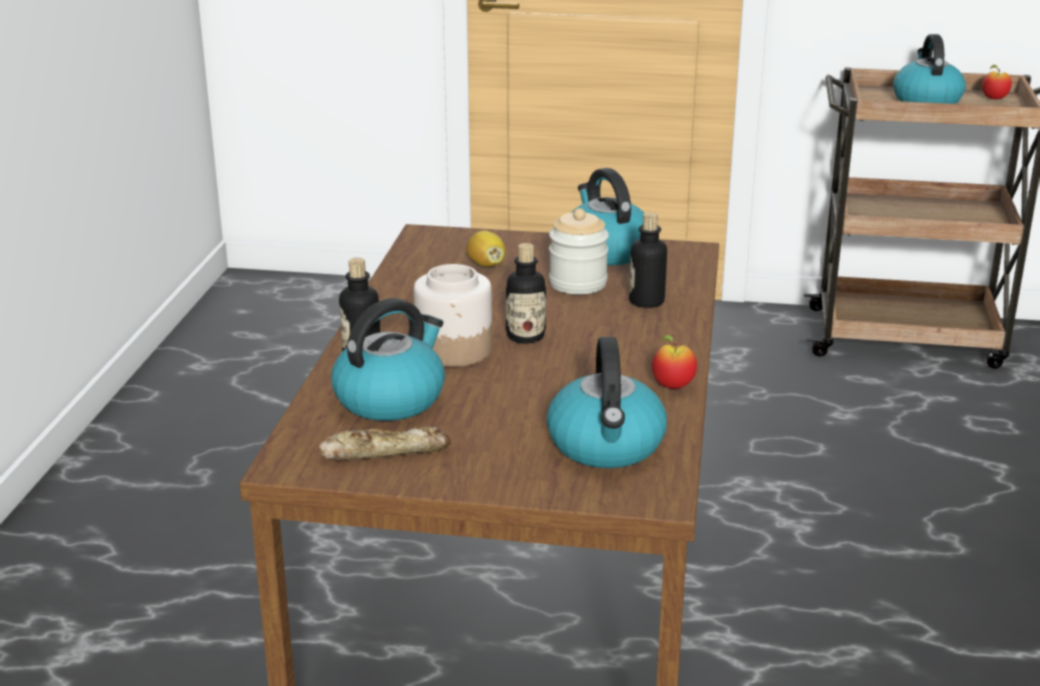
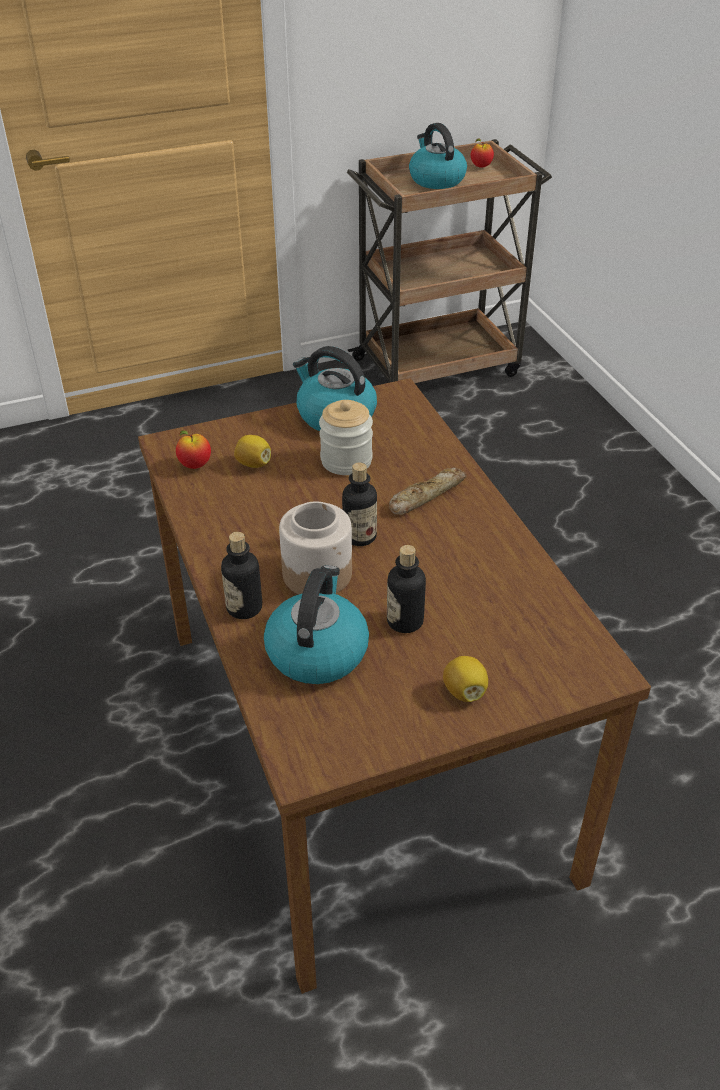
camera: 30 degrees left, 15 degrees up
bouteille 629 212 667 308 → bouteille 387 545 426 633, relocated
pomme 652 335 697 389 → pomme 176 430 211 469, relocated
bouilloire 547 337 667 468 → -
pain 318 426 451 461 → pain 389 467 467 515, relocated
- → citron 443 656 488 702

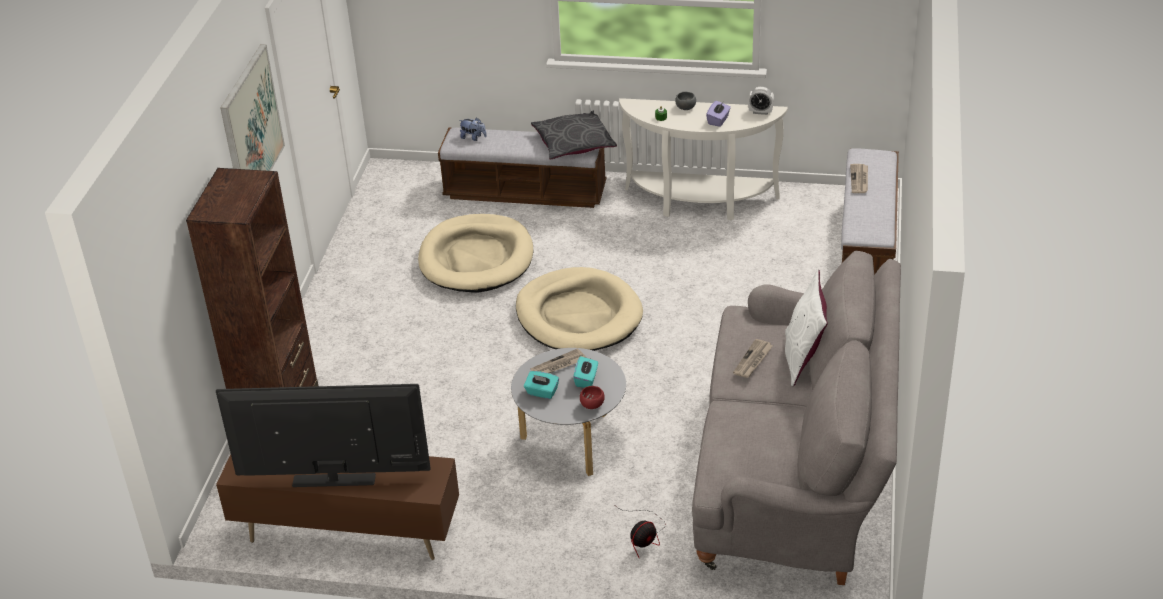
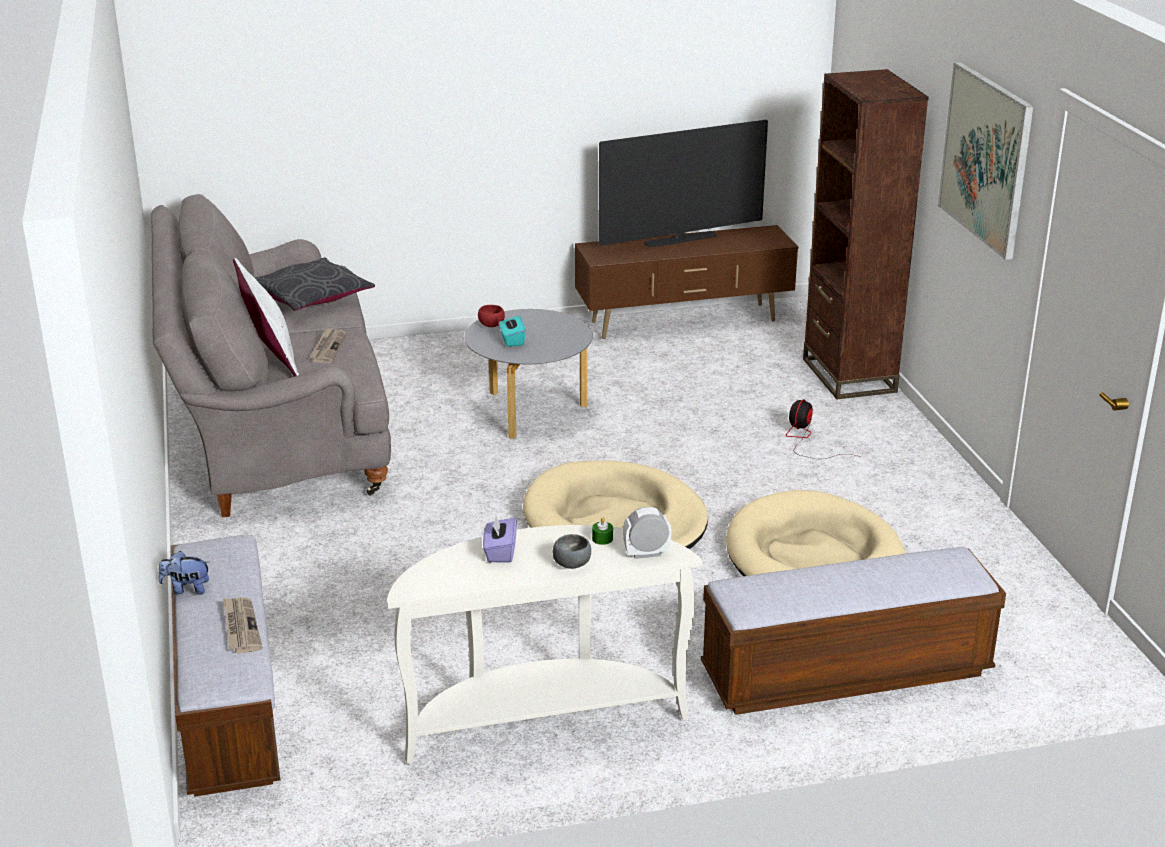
camera: 155 degrees right, 10 degrees down
réveil 748 87 774 115 → réveil 623 507 672 559, relocated
coussin (gris) 531 110 617 160 → coussin (gris) 254 257 375 311, relocated
peluche 460 117 487 141 → peluche 158 551 209 595, relocated
journal 531 348 586 373 → -
boîte à mouchoirs (turquoise) 524 371 559 399 → -
ventilateur 617 507 666 559 → ventilateur 786 399 861 459, relocated

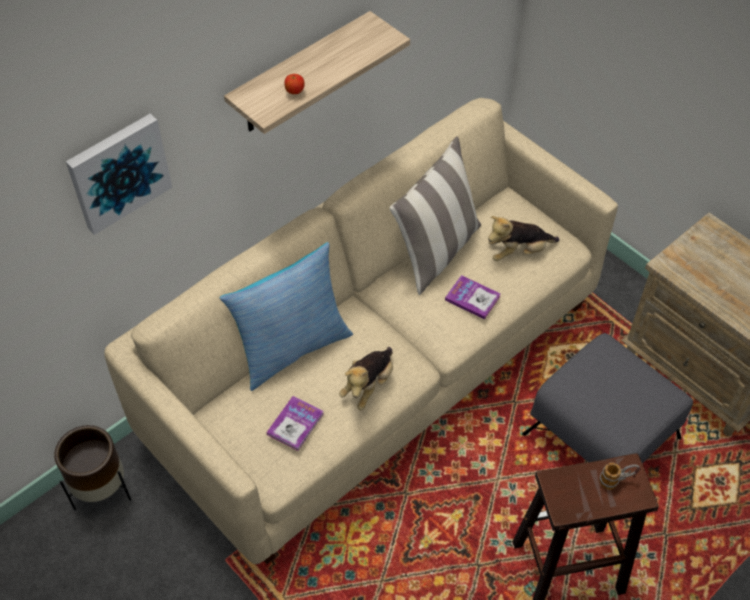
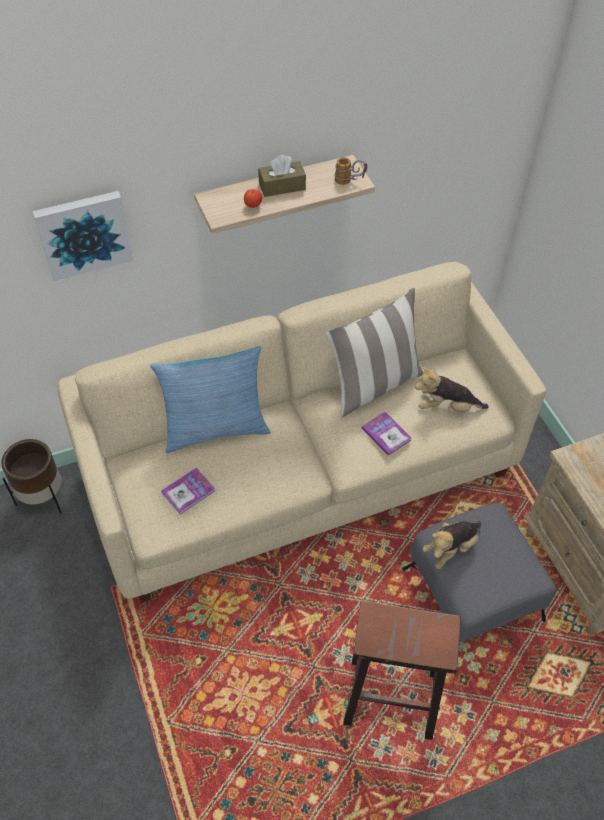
camera: 20 degrees right, 0 degrees up
peluche 339 347 393 410 → peluche 423 520 481 569, relocated
mug 599 462 641 490 → mug 335 157 368 185, relocated
- → boîte à mouchoirs (marron) 258 155 306 197

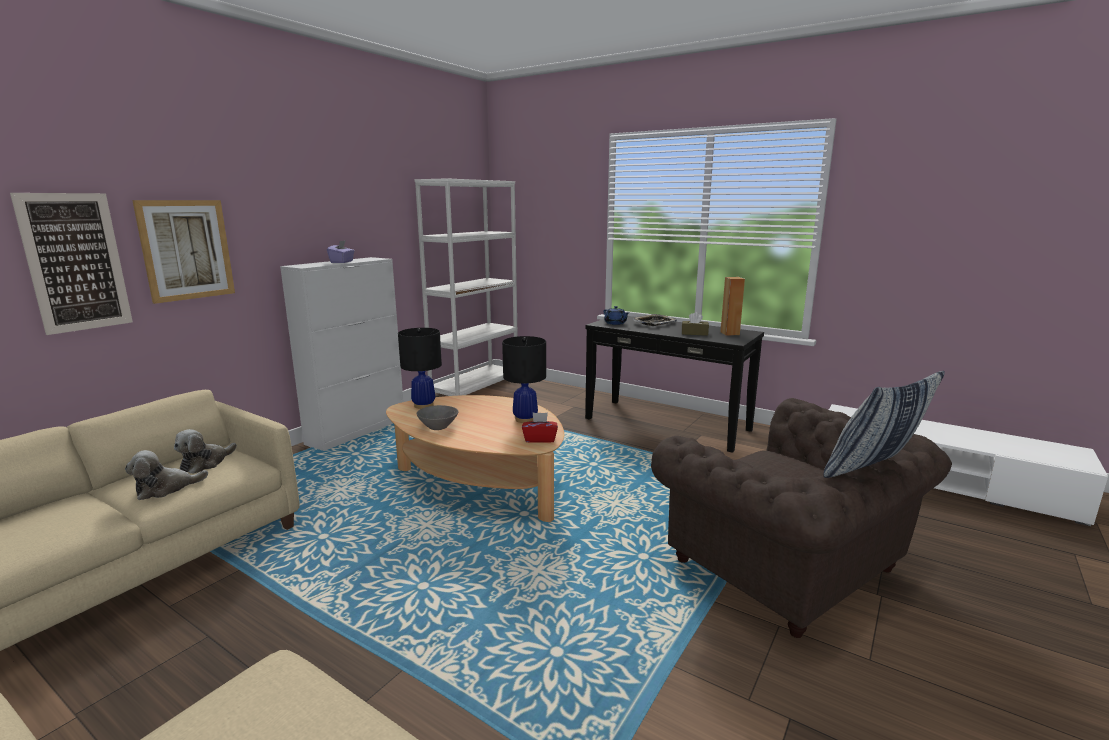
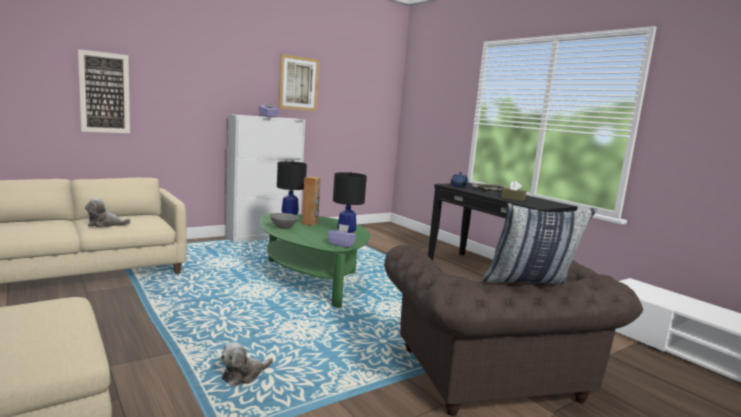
camera: 20 degrees right, 5 degrees down
bibliothèque (blanc) 414 178 518 396 → -
tableau 132 200 235 304 → tableau 279 54 320 111, relocated
enceinte (marron) 720 277 745 336 → enceinte (marron) 302 176 321 226, relocated
table basse (beige) 386 395 564 522 → table basse (vert) 260 213 370 308
boîte à mouchoirs (rouge) 522 413 558 443 → boîte à mouchoirs (violet) 328 224 357 248
peluche 174 429 237 473 → peluche 220 342 273 386, relocated

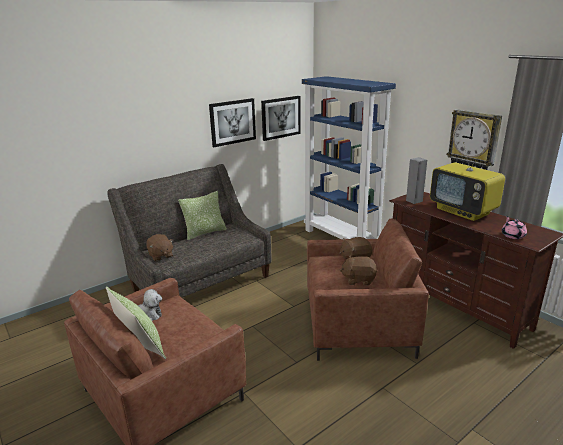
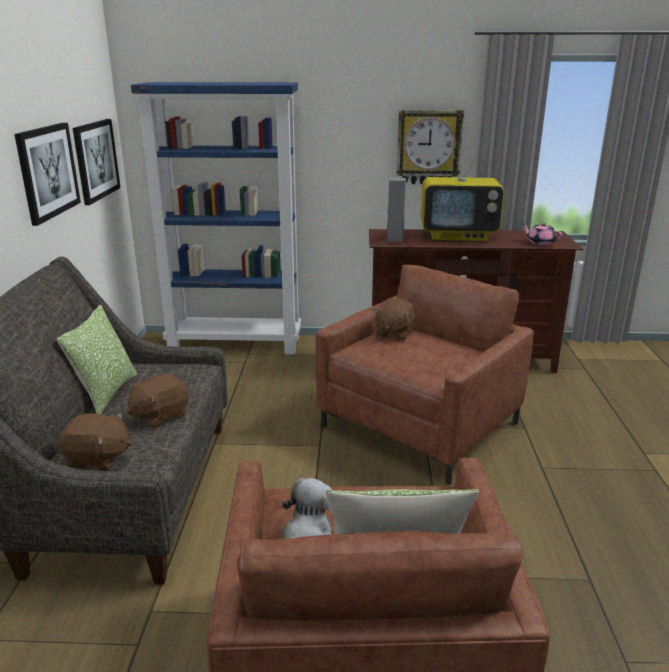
camera: 50 degrees left, 0 degrees up
peluche (marron) 340 255 377 285 → peluche (marron) 127 374 189 428, relocated

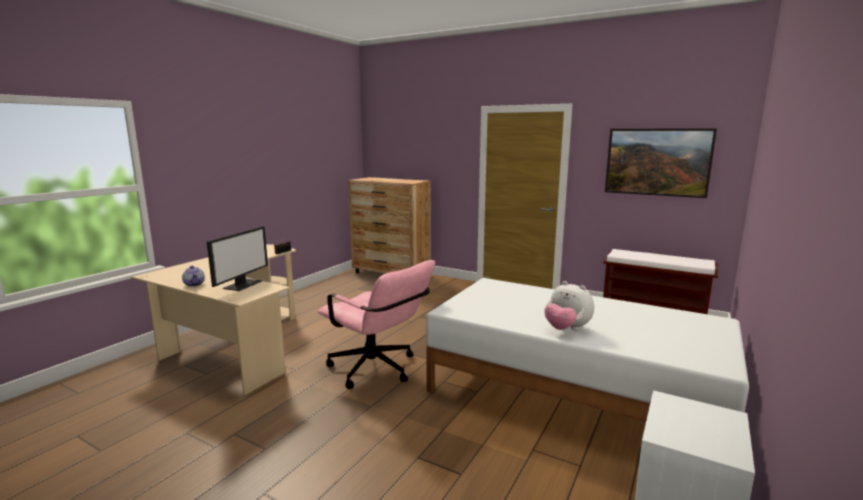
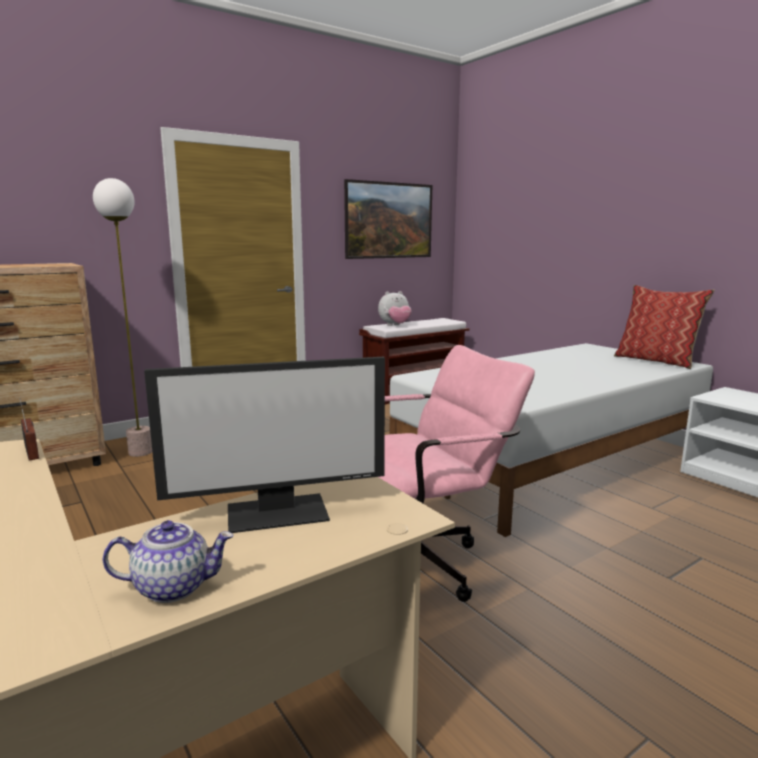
camera: 65 degrees left, 0 degrees up
écran d'ordinateur 207 226 268 291 → écran d'ordinateur 144 357 385 533, 120 degrees clockwise
peluche 544 281 594 330 → peluche 378 291 411 326, relocated
- → lampadaire 93 178 152 457
- → coussin 614 285 715 369

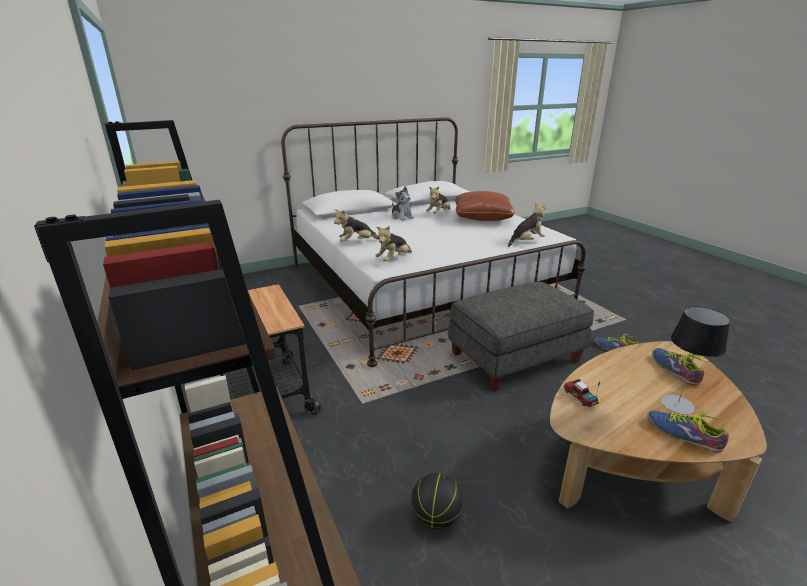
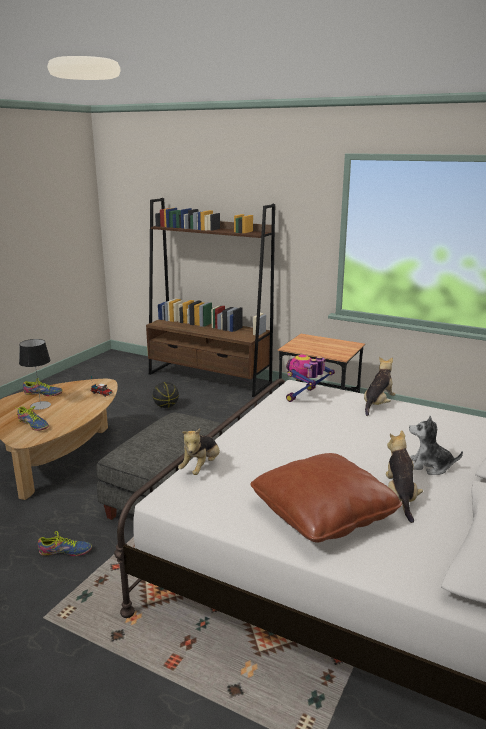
camera: 145 degrees right, 5 degrees down
peluche 375 226 412 261 → robot jouet 286 355 335 402

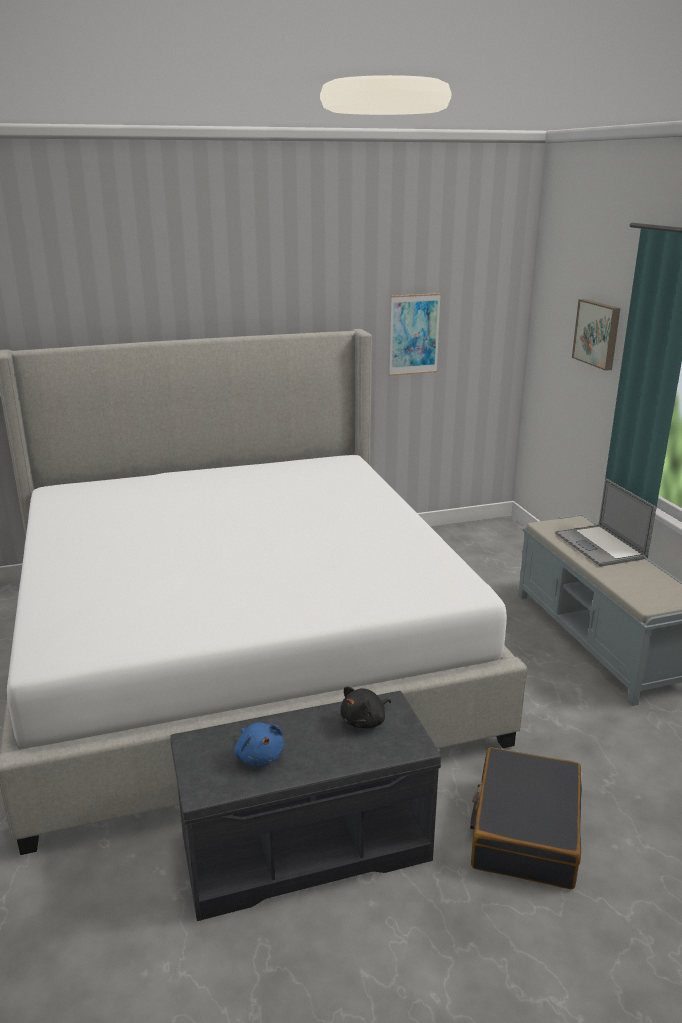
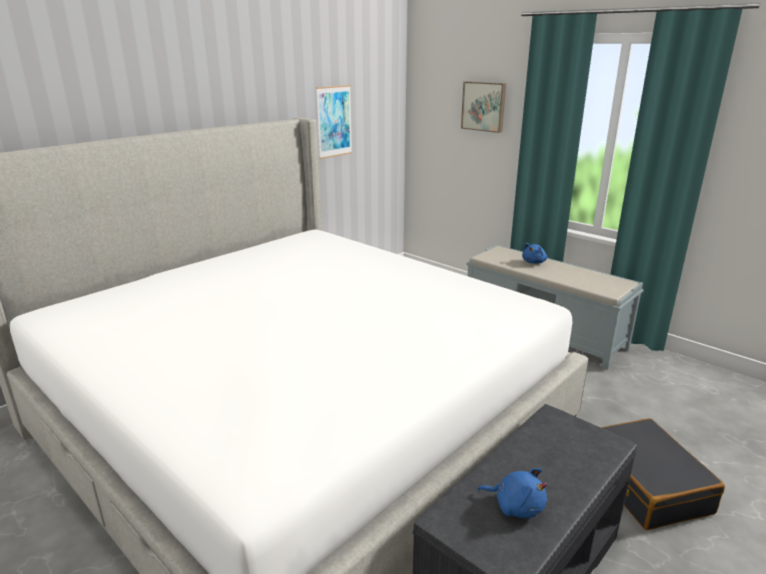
camera: 30 degrees left, 0 degrees up
ordinateur portable 555 478 656 566 → peluche (bleu) 522 243 547 264
peluche (noir) 340 687 391 728 → -

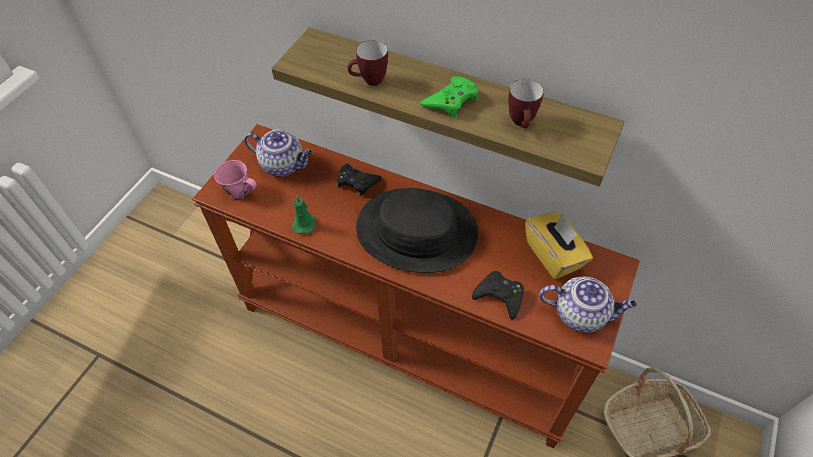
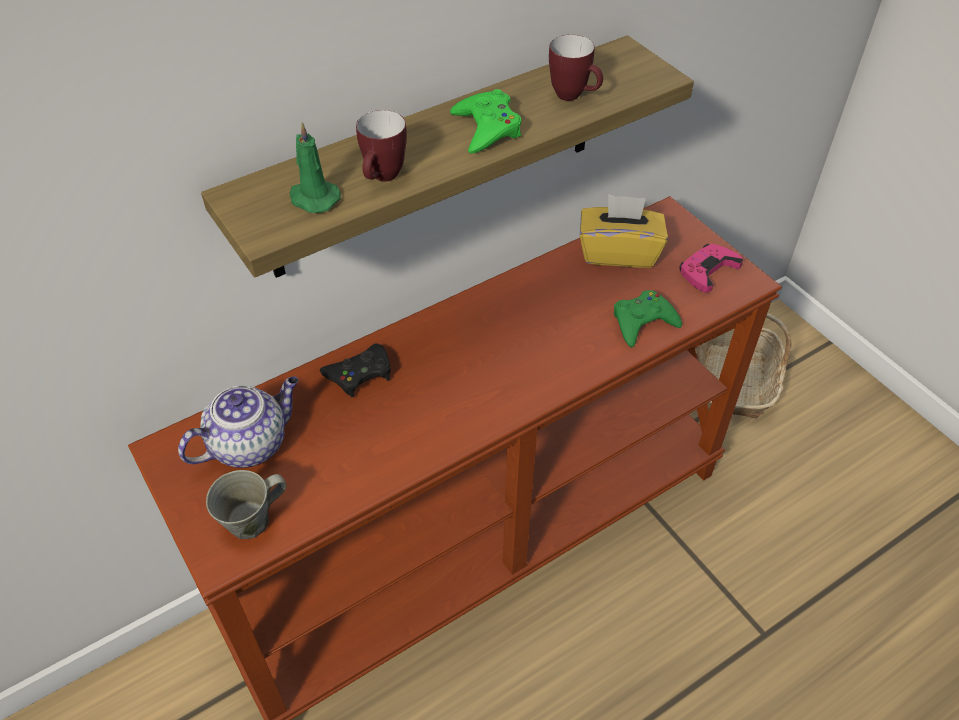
camera: 60 degrees left, 5 degrees down
mug (rose) 214 160 257 200 → mug (gris) 206 470 287 539
chapeau (noir) 356 188 478 273 → -
bougie (vert) 292 195 316 234 → bougie (vert) 289 122 341 213, relocated
manette (noir) 472 271 524 320 → manette (vert) 614 290 682 347
théière 539 277 637 333 → manette (rose) 679 244 743 293

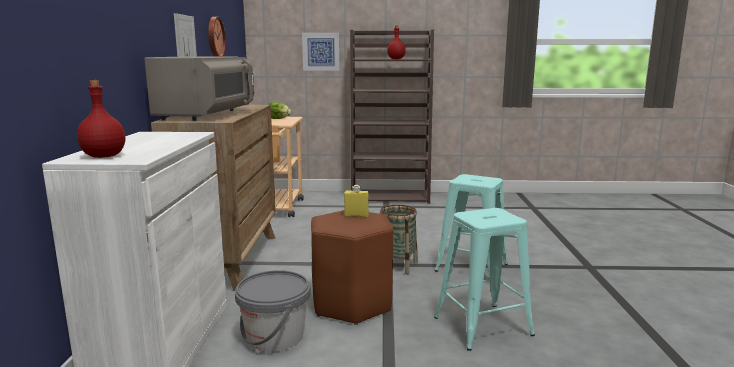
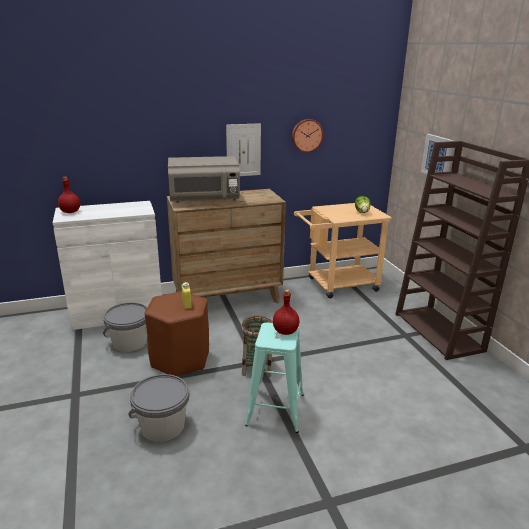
camera: 70 degrees right, 10 degrees up
bouteille (rouge) 387 25 406 59 → bouteille (rouge) 273 290 299 335, relocated
tabouret (turquoise) 434 208 535 351 → seau (gris) 128 374 189 442

